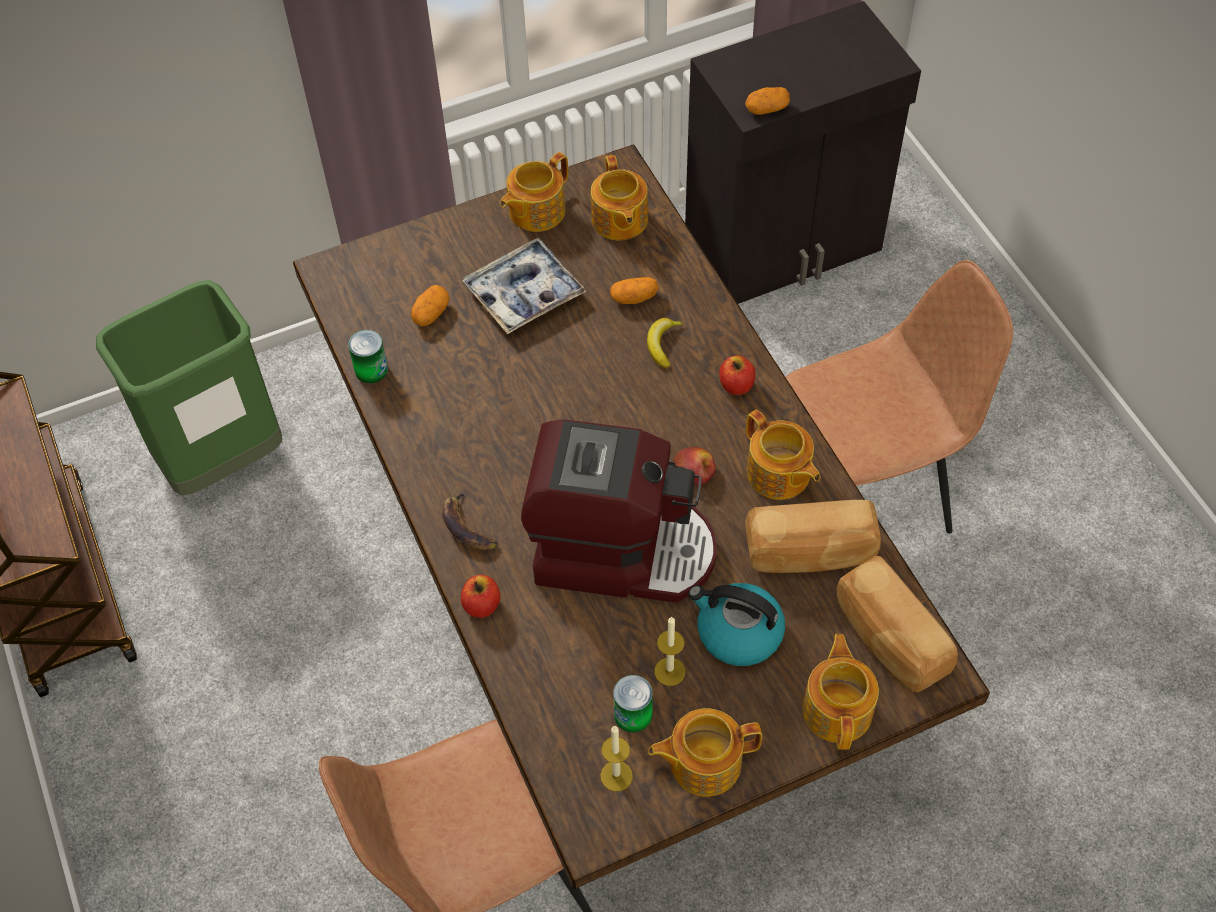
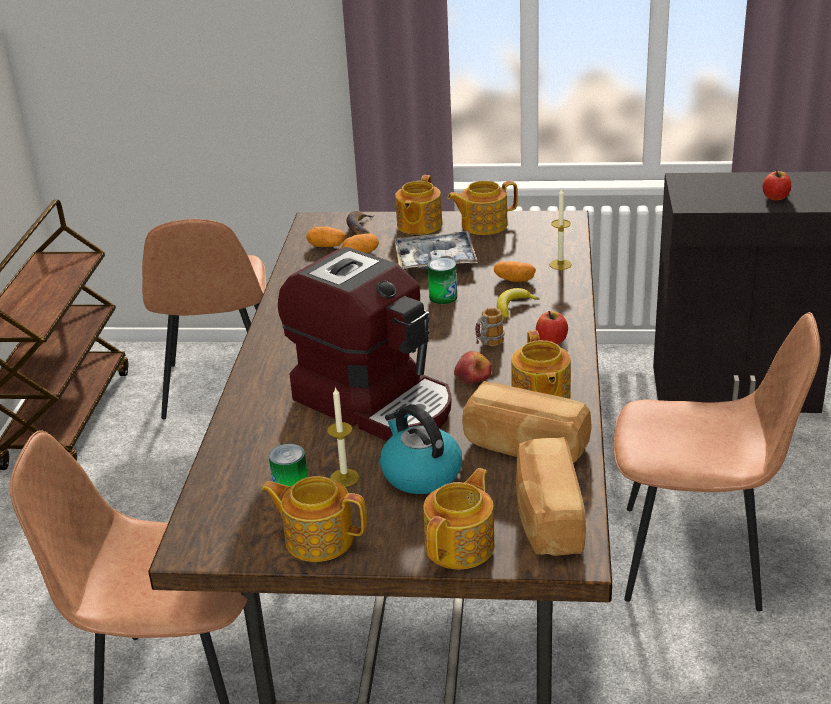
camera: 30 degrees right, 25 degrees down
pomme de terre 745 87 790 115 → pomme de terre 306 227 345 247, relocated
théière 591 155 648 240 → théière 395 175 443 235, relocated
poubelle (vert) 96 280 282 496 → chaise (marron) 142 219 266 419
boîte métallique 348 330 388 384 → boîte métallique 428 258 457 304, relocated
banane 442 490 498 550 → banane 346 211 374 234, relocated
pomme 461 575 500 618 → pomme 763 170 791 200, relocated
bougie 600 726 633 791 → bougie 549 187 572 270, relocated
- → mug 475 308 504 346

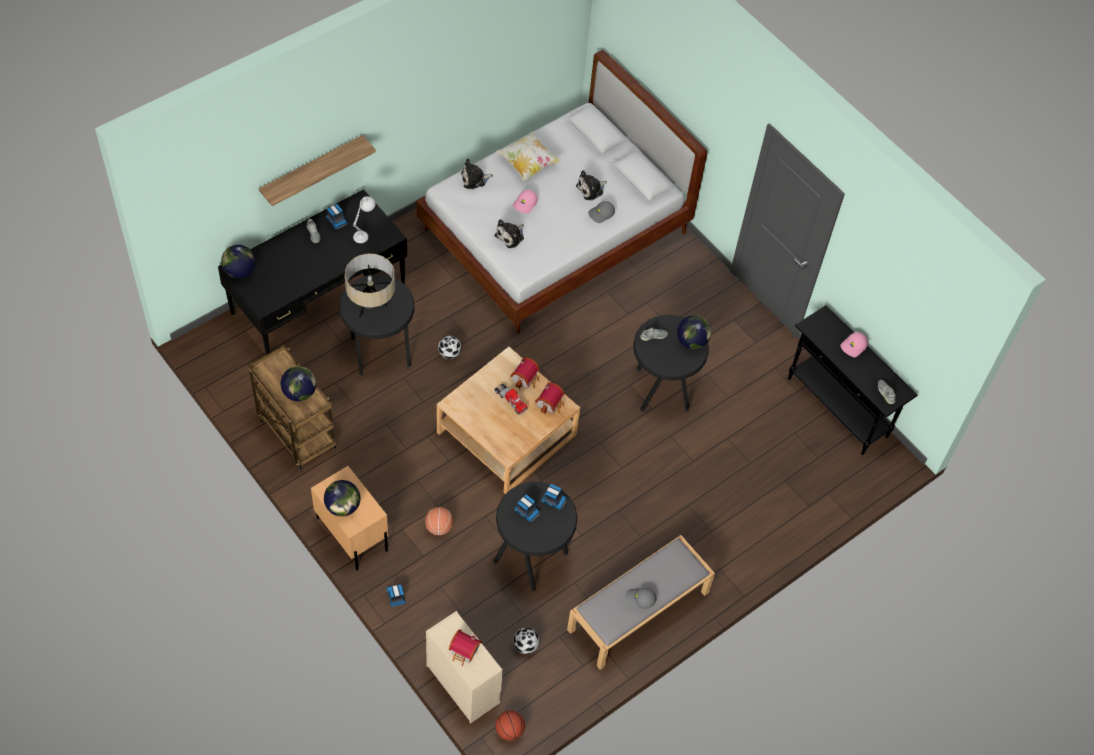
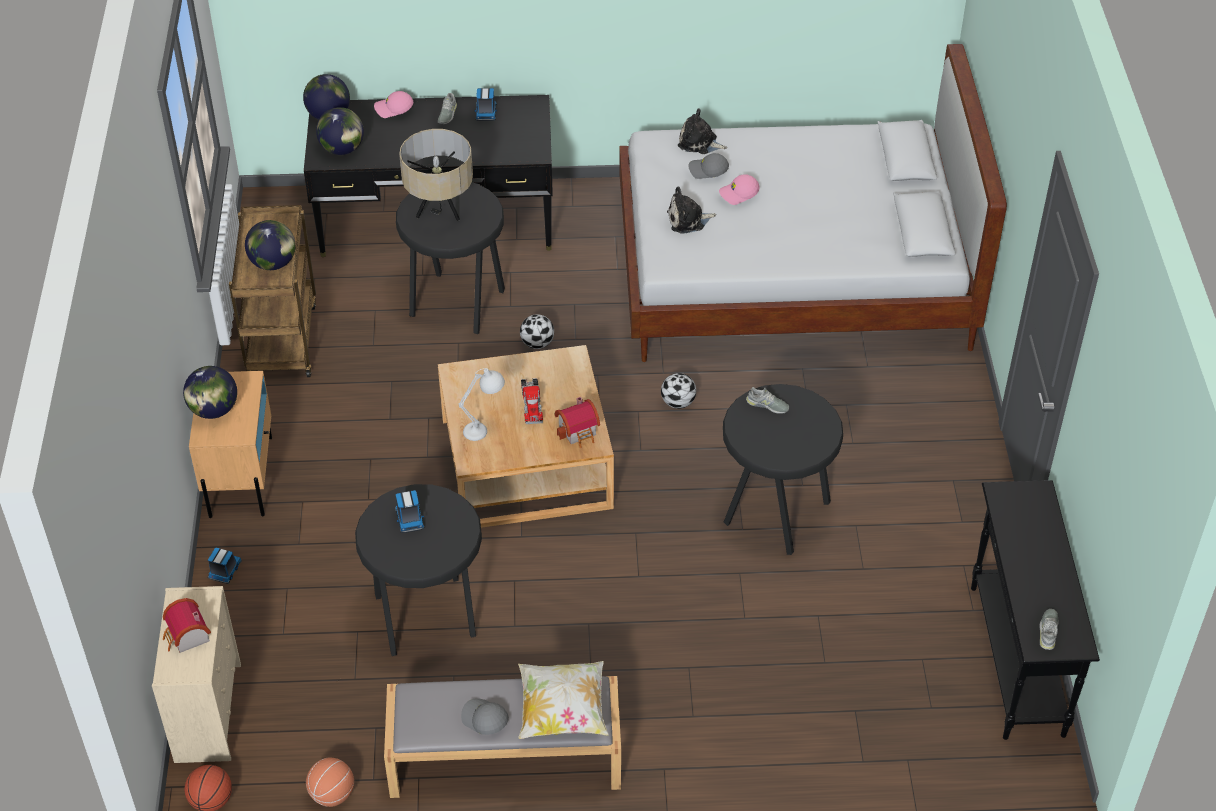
camera: 40 degrees right, 10 degrees down
coussin 497 131 562 181 → coussin 518 661 609 739, relocated
étagère 259 135 376 206 → -
peluche 576 170 607 200 → -
lampe de table (blanc) 353 196 376 243 → lampe de table (blanc) 458 368 505 441, relocated
casquette (gris) 588 201 615 223 → casquette (gris) 689 153 729 179, relocated
globe 677 315 711 349 → globe 316 107 364 155, relocated
casquette (rose) 840 332 868 357 → casquette (rose) 374 91 413 118, relocated
maison miniature 510 357 540 389 → -
camion jouet 541 484 567 510 → -
ballon de basket 425 507 453 535 → ballon de basket 306 757 354 807, relocated
ballon de foot 513 628 539 654 → ballon de foot 661 373 696 409, relocated

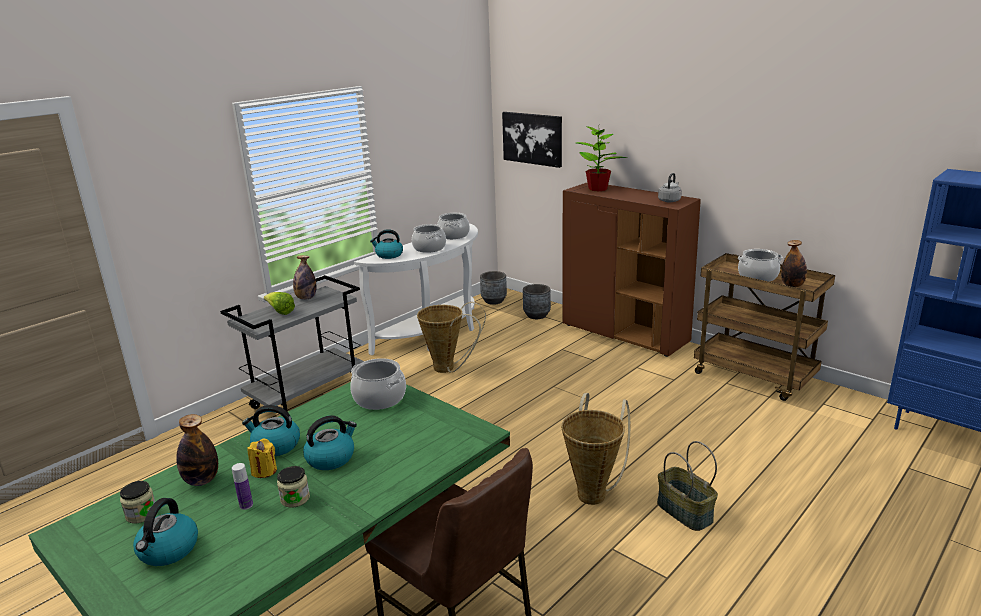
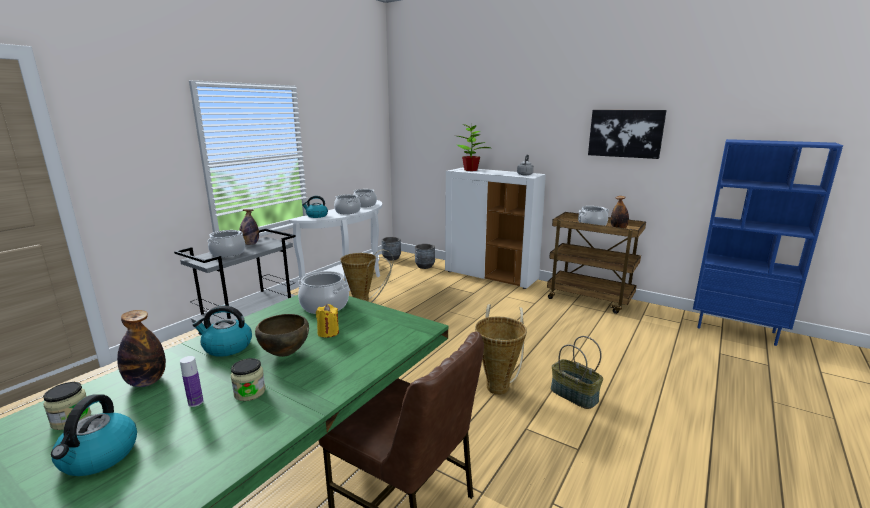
camera: 10 degrees left, 5 degrees down
tableau 502 112 562 168 → tableau 588 110 667 159, relocated
meuble de rangement (marron) 562 182 701 357 → meuble de rangement (blanc) 445 168 546 289
laitue 264 292 295 315 → marmite 208 230 245 257
bouilloire 303 415 357 470 → bol (marron) 255 314 309 357
bougie (jaune) 248 439 277 478 → bougie (jaune) 316 304 339 338, relocated

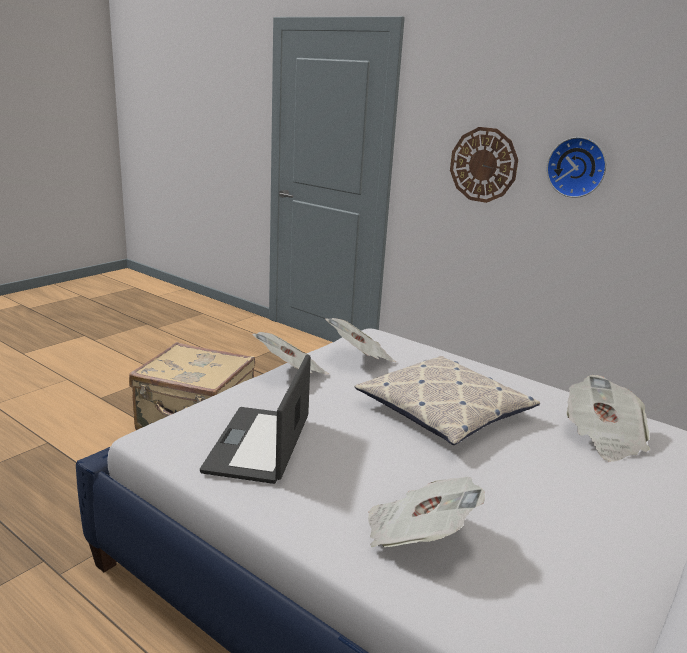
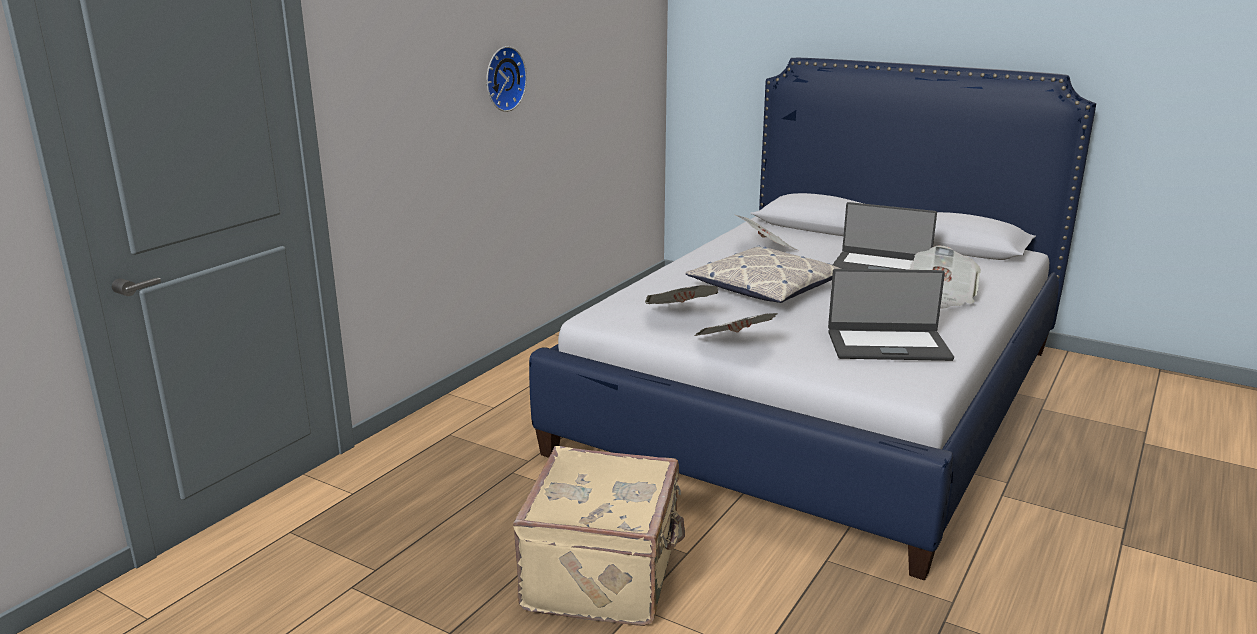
camera: 95 degrees left, 0 degrees up
horloge murale 450 127 518 203 → -
- → ordinateur portable 832 202 937 270

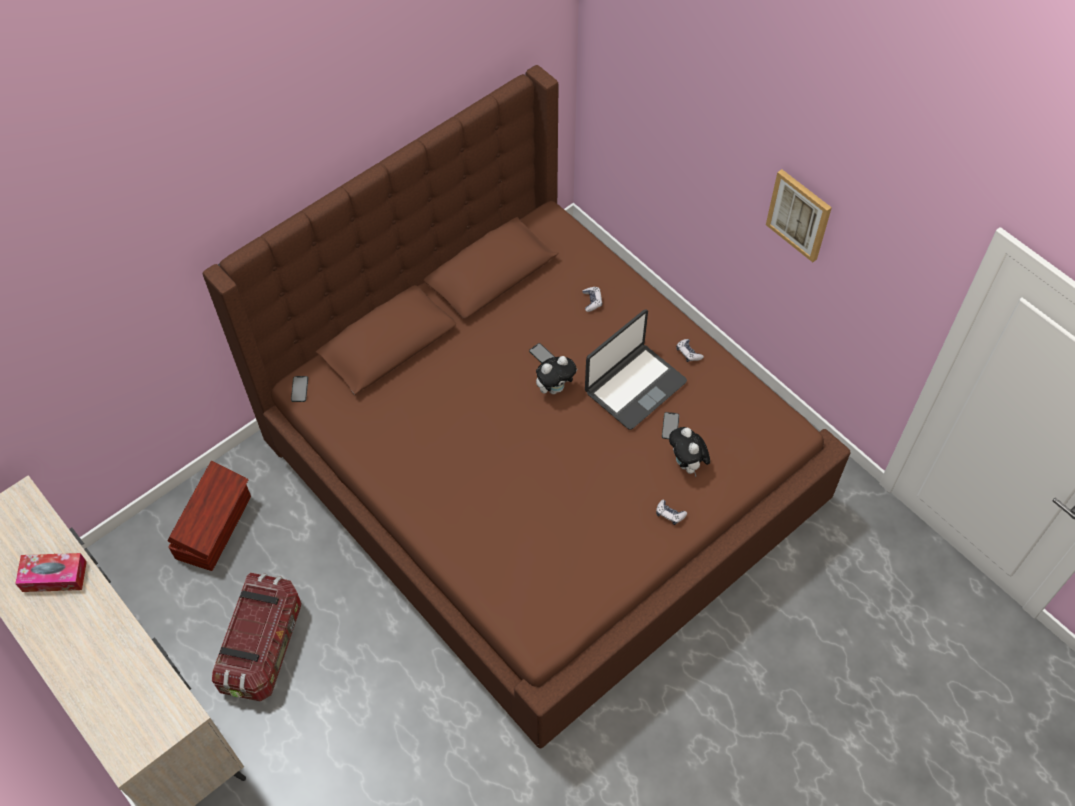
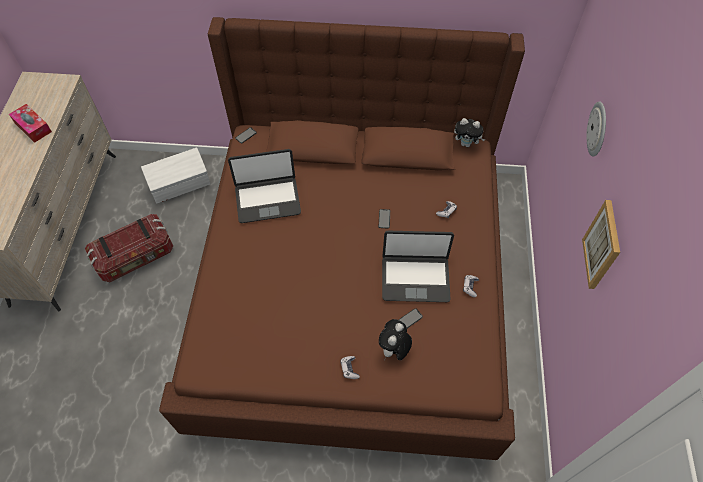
camera: 45 degrees right, 0 degrees up
peluche 536 356 577 394 → peluche 454 118 485 147, relocated
boîte de rangement (marron) 168 461 251 571 → boîte de rangement (blanc) 141 147 210 203
- → horloge murale 586 101 606 157
- → ordinateur portable 228 149 301 223

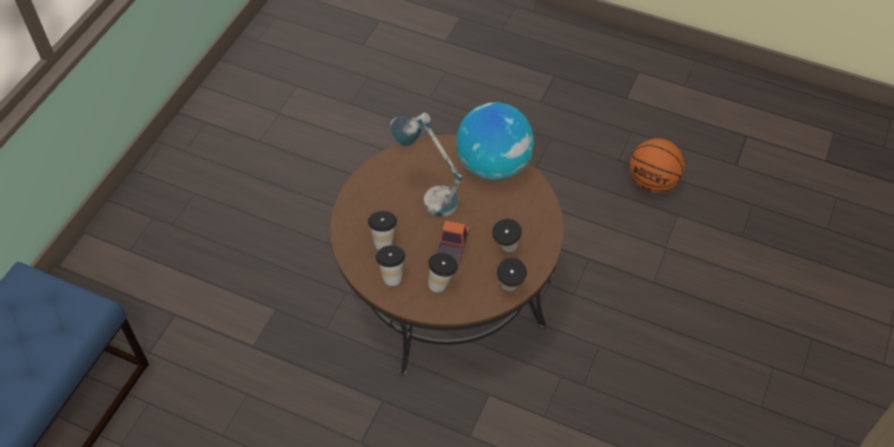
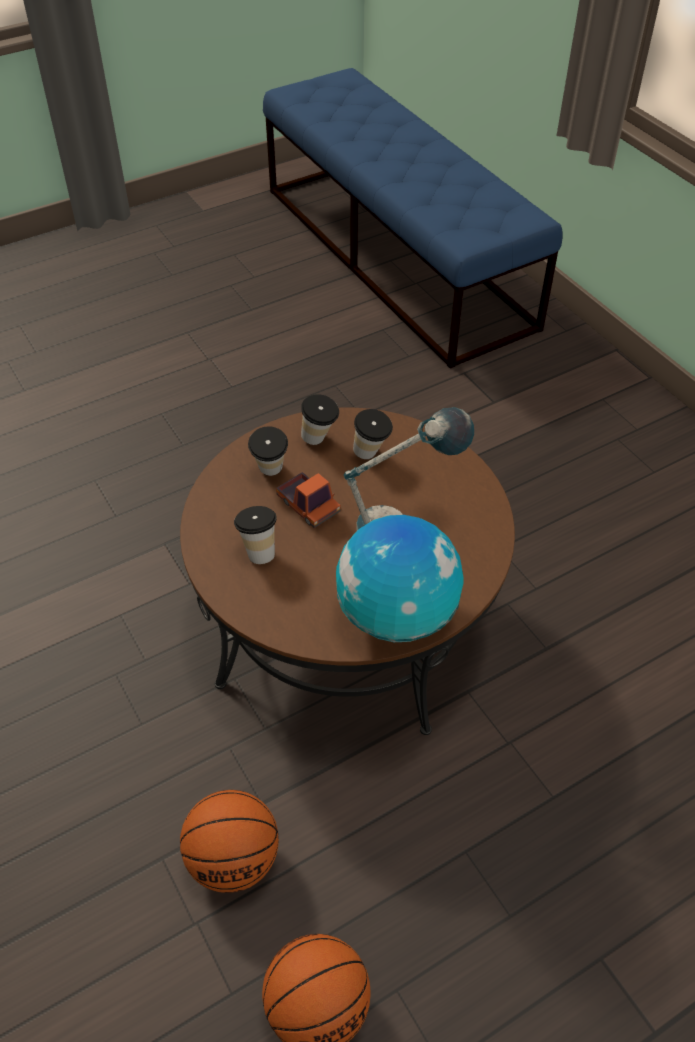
camera: 125 degrees right, 5 degrees down
tasse 497 258 527 291 → -
- → ballon de basket 180 790 279 893

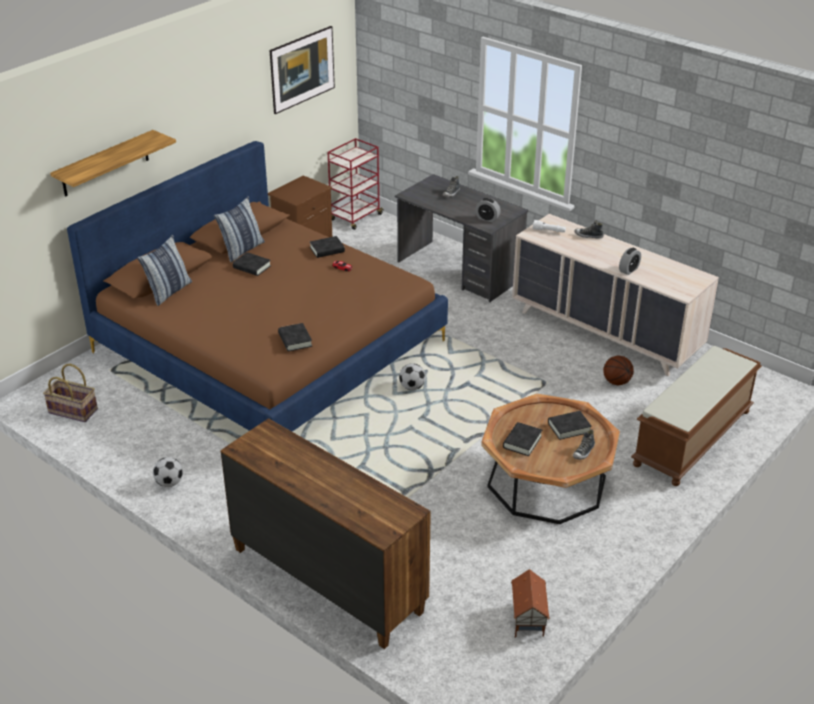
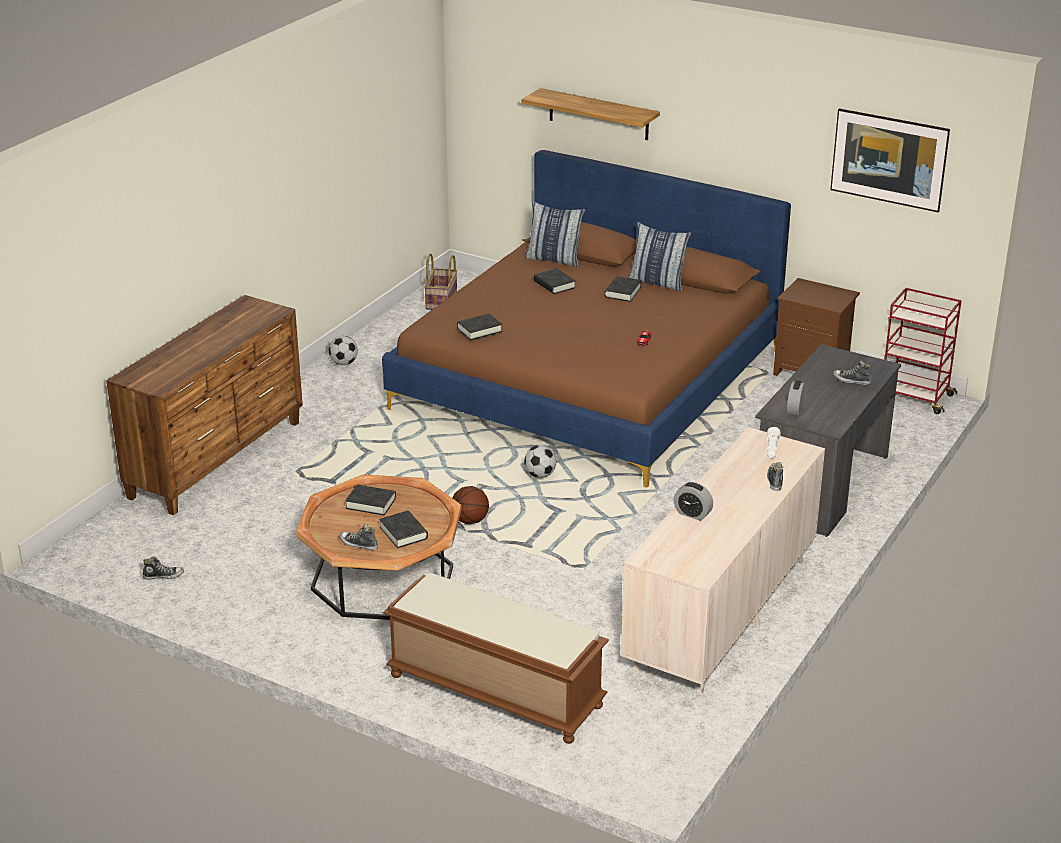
camera: 80 degrees right, 5 degrees down
livre (noir) 310 236 345 258 → livre (noir) 534 268 576 294, relocated
ballon de basket 603 356 634 385 → ballon de basket 452 486 489 524, relocated
maison miniature 511 569 550 637 → chaussure 143 556 184 580

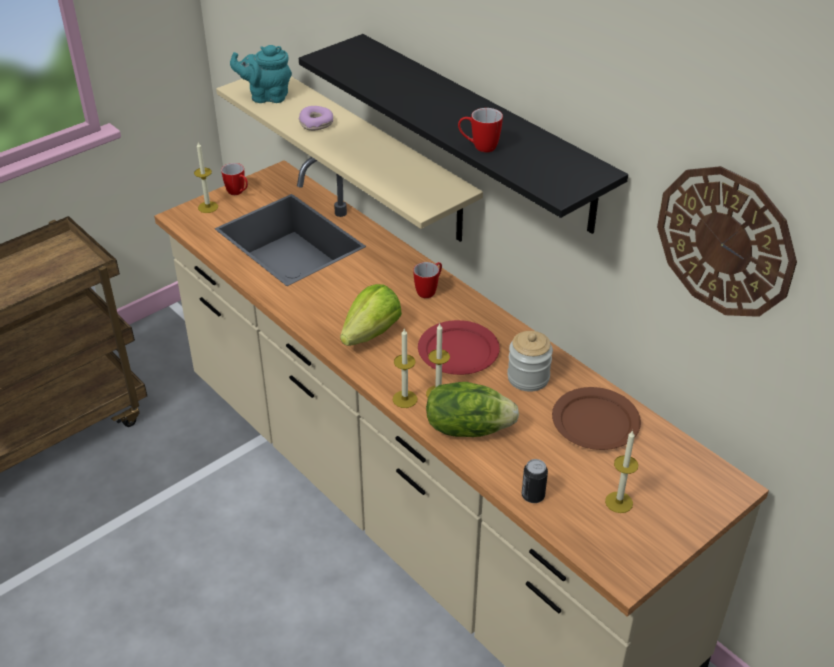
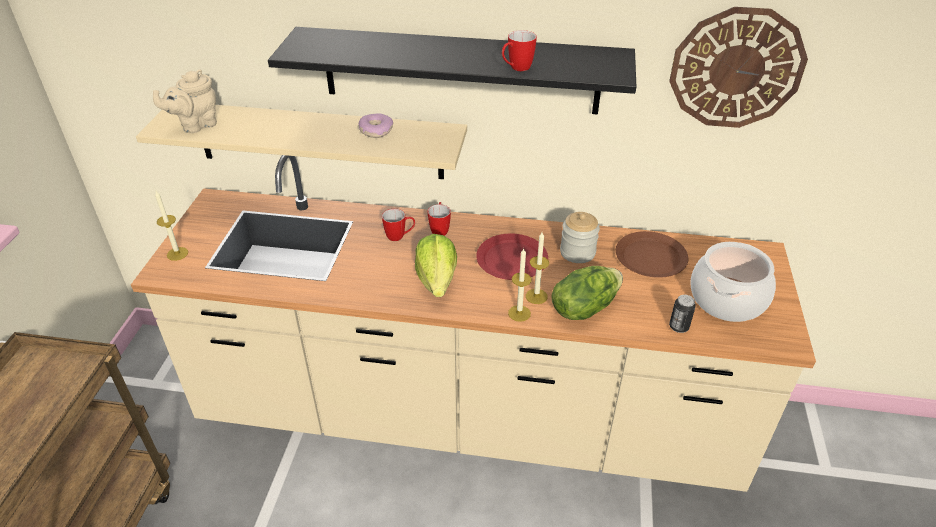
camera: 40 degrees left, 0 degrees up
théière (turquoise) 230 45 292 103 → théière (beige) 153 69 217 133
beignet 298 106 333 131 → beignet 358 114 393 138, relocated
mug 221 163 248 195 → mug 382 209 415 241, relocated
bougie 605 430 638 513 → marmite 690 242 776 322

